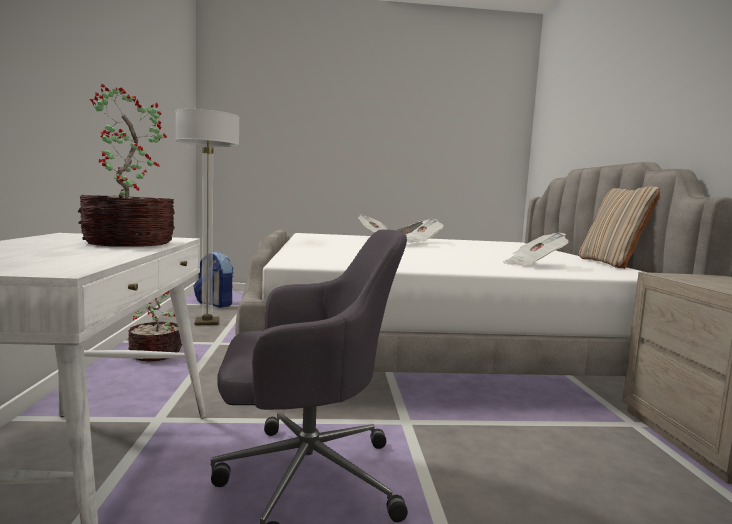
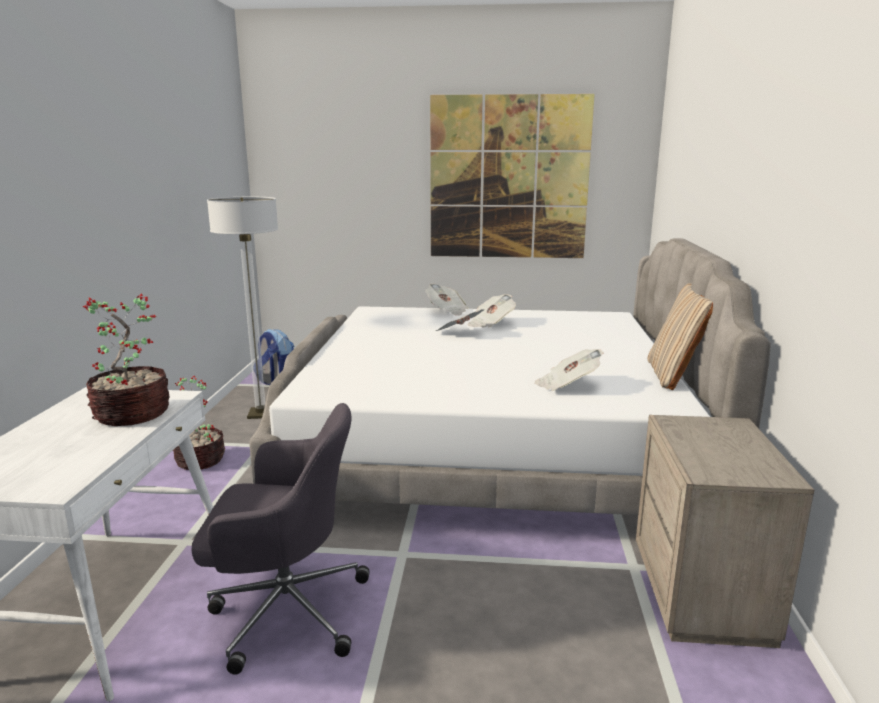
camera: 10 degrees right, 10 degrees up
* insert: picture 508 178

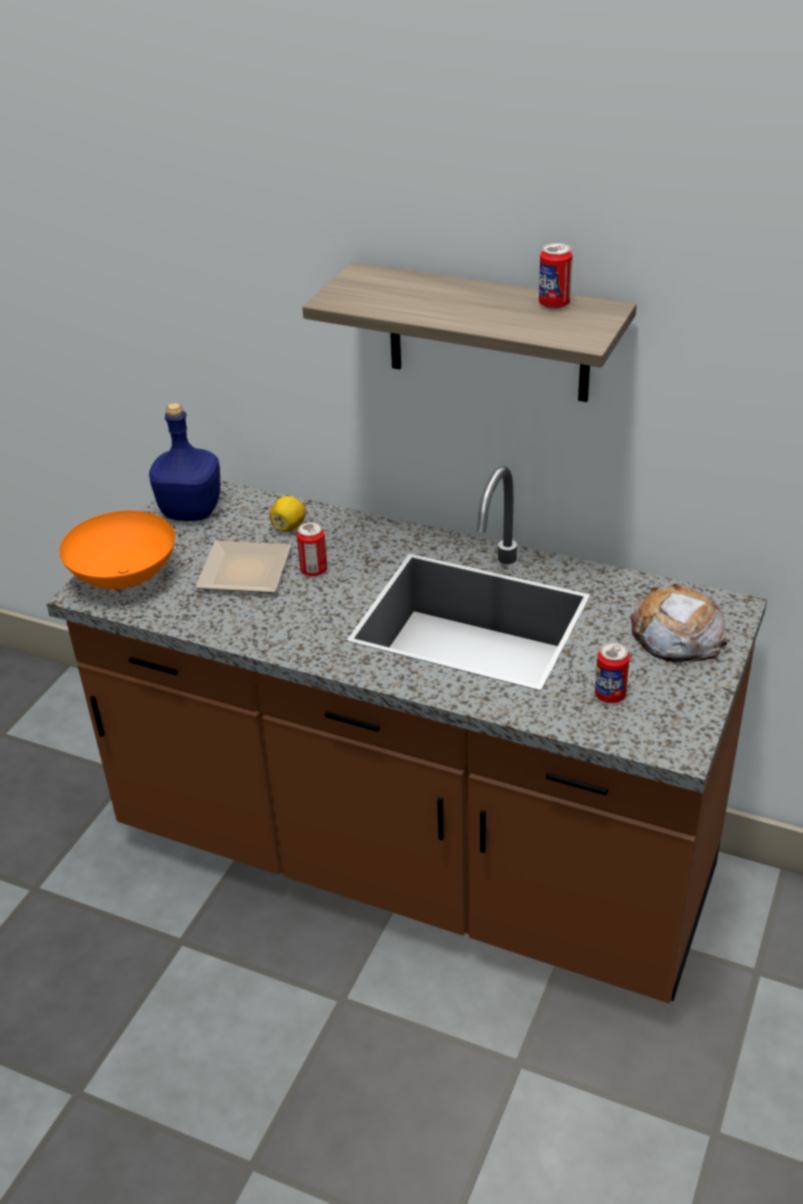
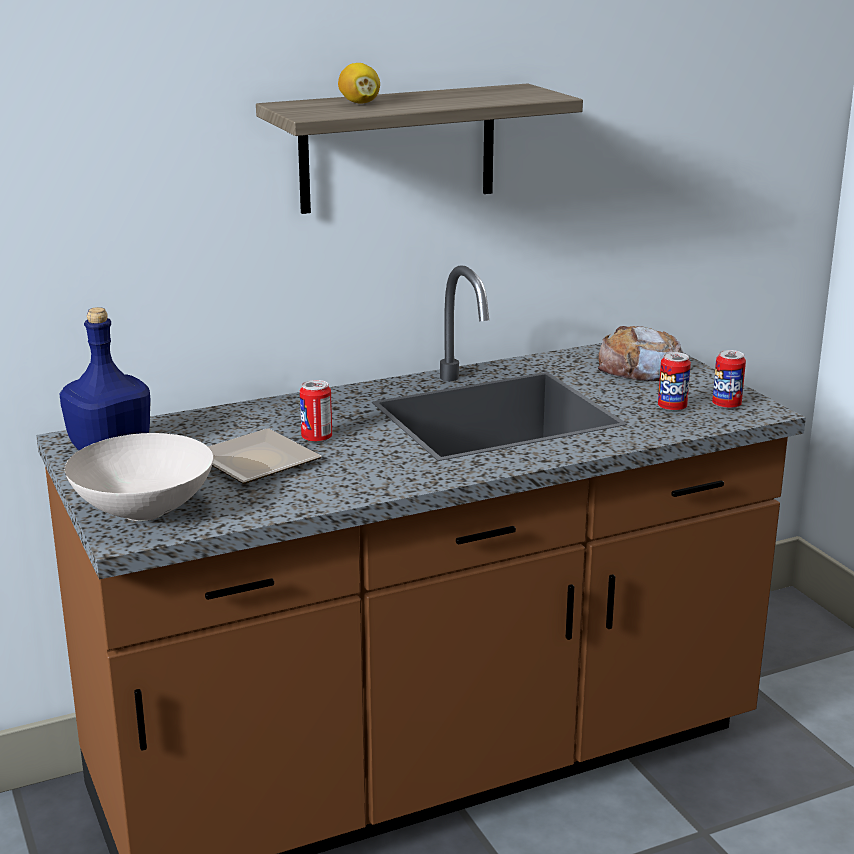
camera: 50 degrees left, 15 degrees down
* move: can 554 304 to 726 405
* move: citrus fruit 289 527 to 360 103
* recolor: orange serving bowl 124 578 to white serving bowl 145 512

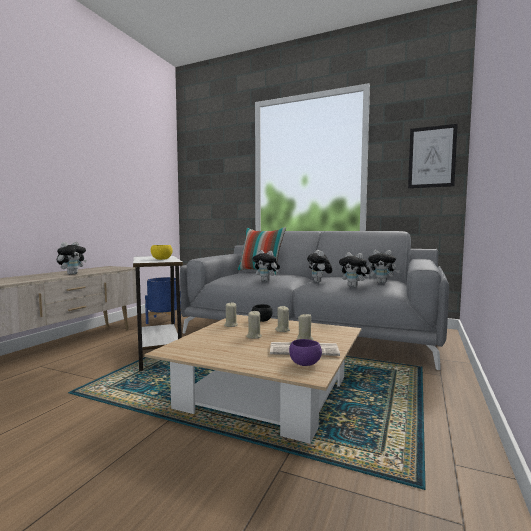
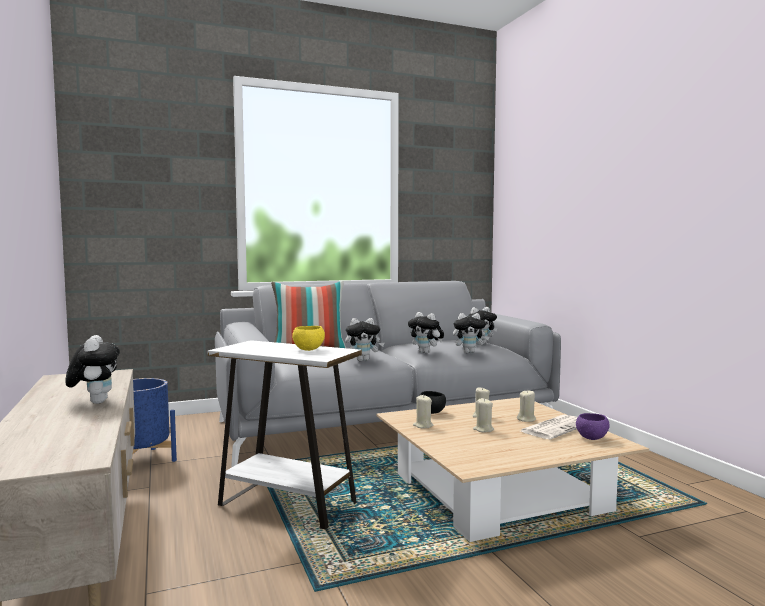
camera: 45 degrees left, 0 degrees up
* delete: picture 431 157

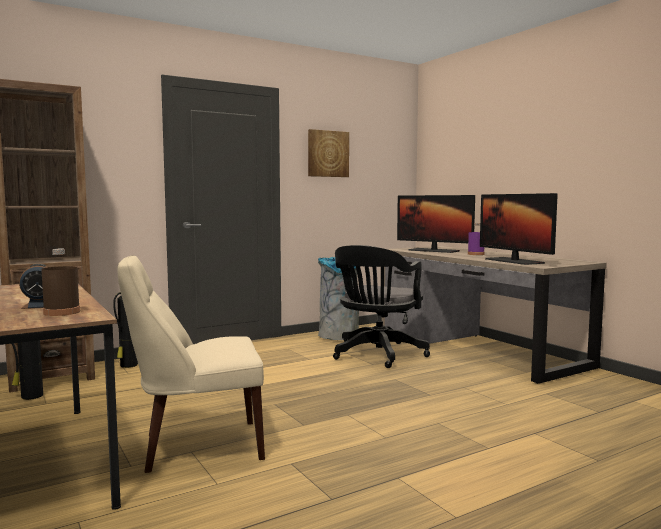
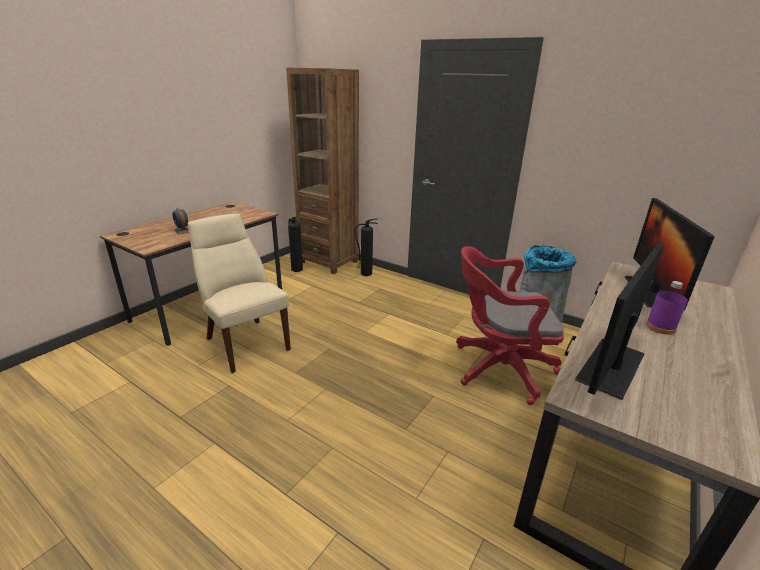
camera: 65 degrees right, 20 degrees up
* delete: picture 327 154
* recolor: blackish computer chair 377 355 to red-coloured computer chair 497 368
* delete: brown beverage bottle 62 312

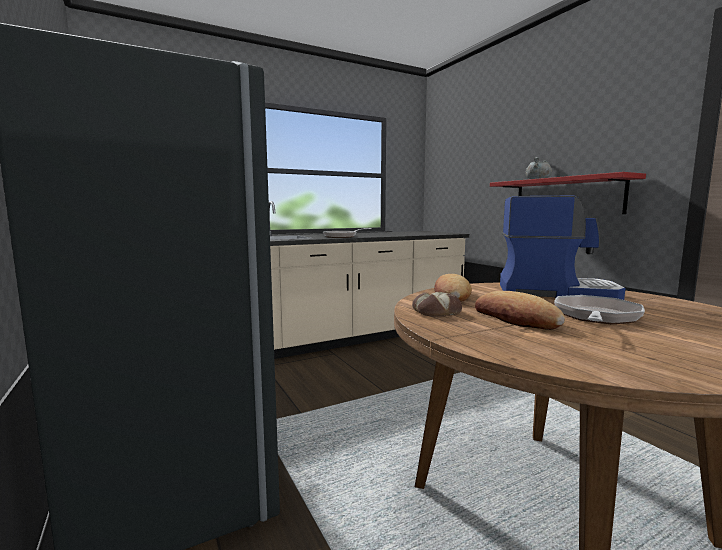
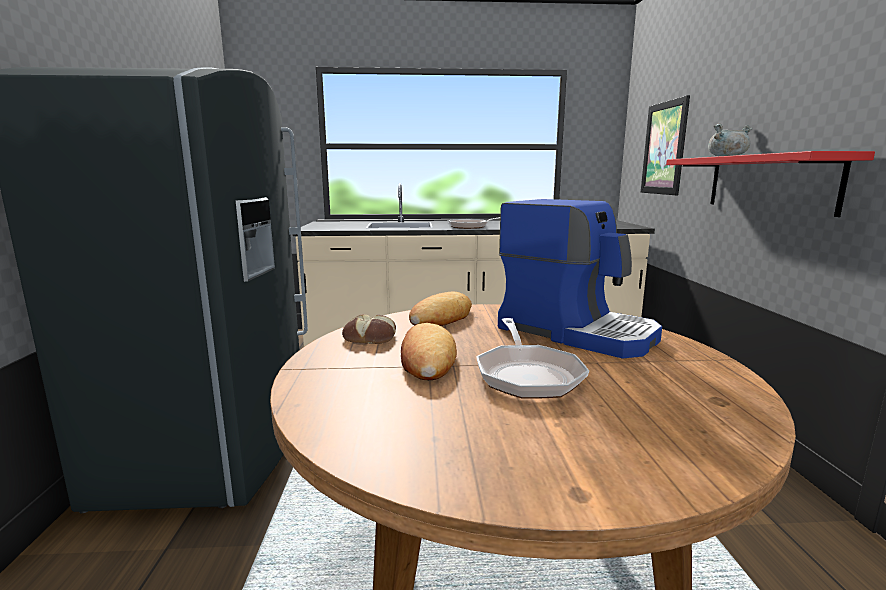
camera: 25 degrees right, 5 degrees up
* rotate: frying pan 596 317 = 527 374 120 degrees clockwise
* insert: picture 664 148

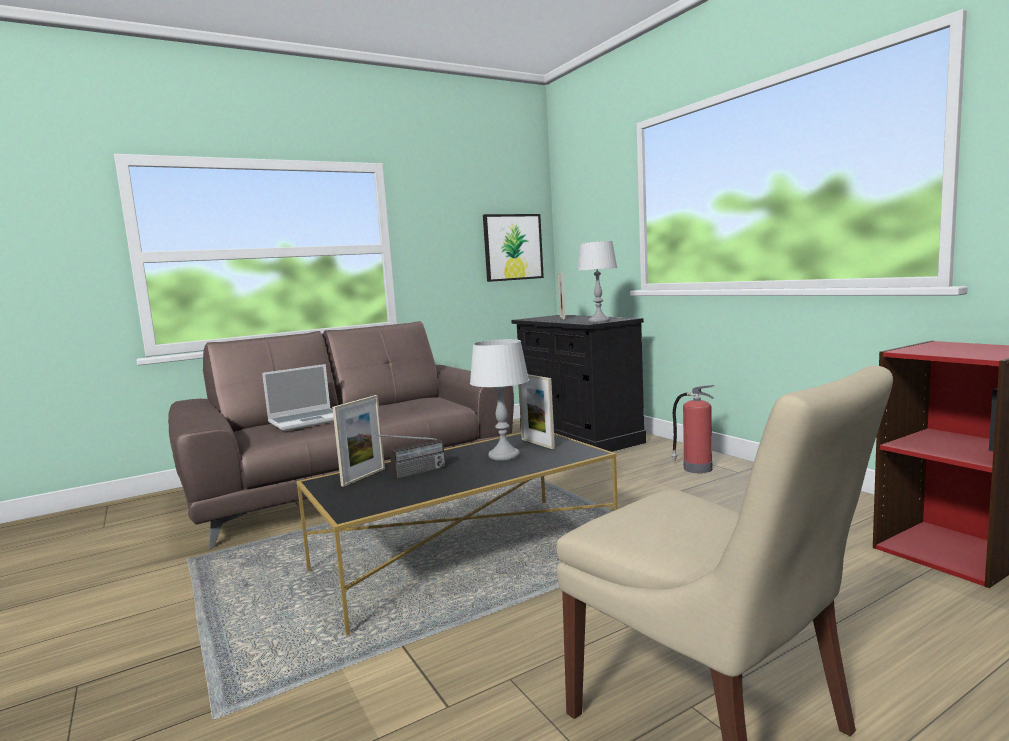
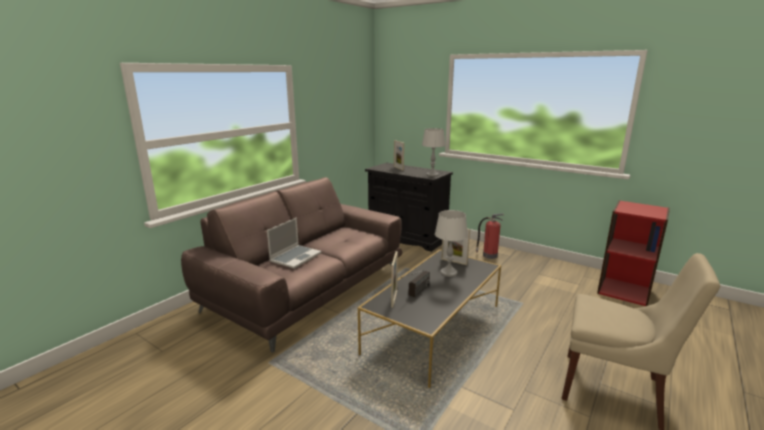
camera: 25 degrees left, 10 degrees up
* delete: picture 513 247

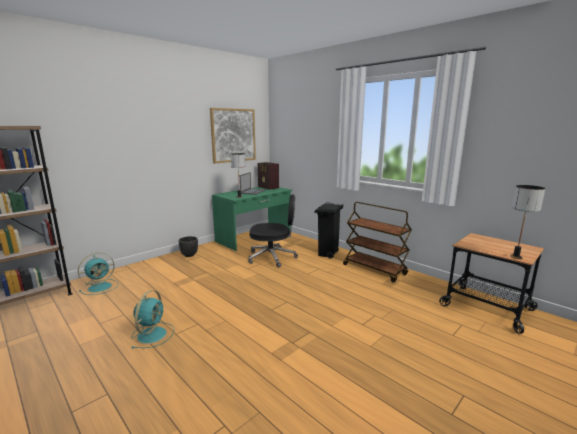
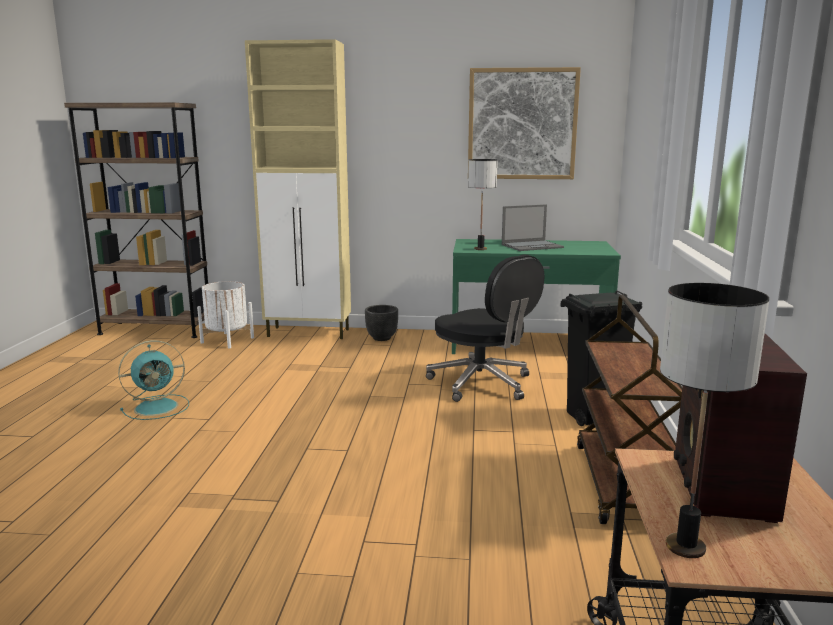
camera: 50 degrees right, 0 degrees up
* move: radio receiver 268 187 to 721 489
* replace: turquoise-coloured cooling fan 101 287 to white flower pot 227 340
* insert: beige-coloured cupboard 309 333

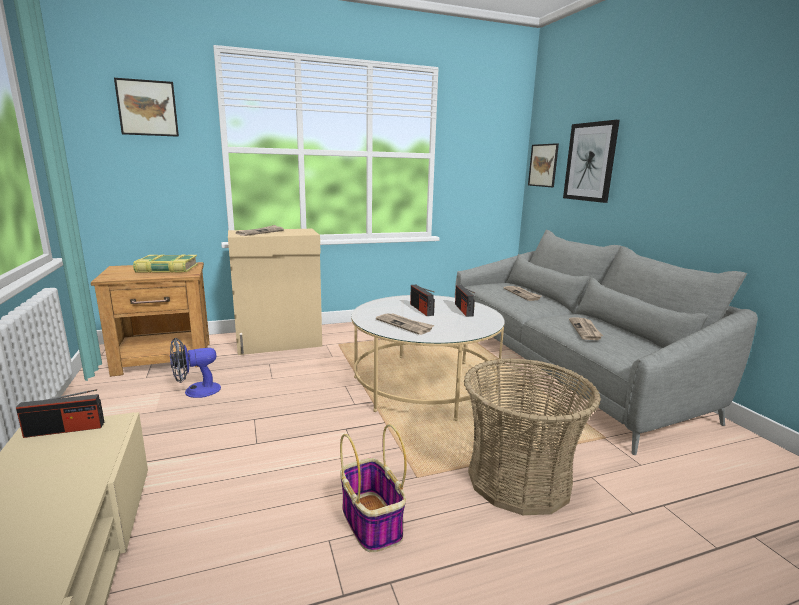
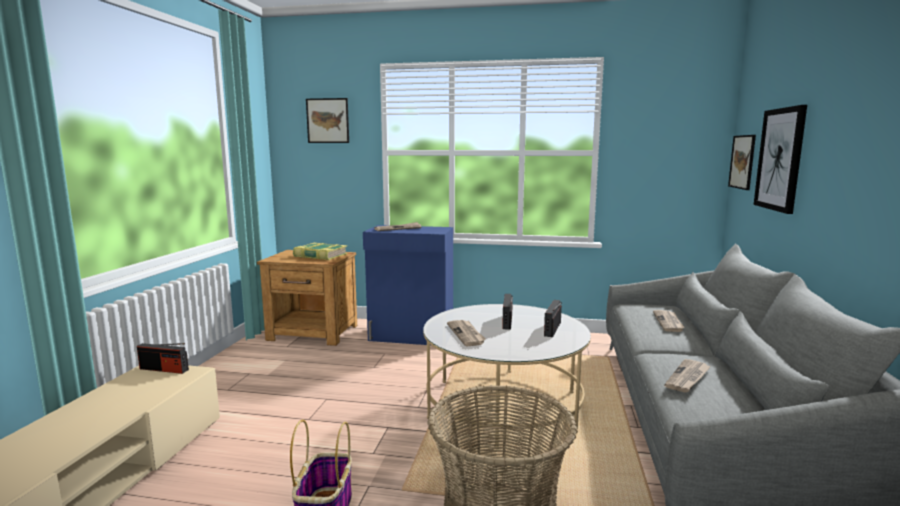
camera: 30 degrees right, 5 degrees down
* recolor: beige-coloured cupboard 279 343 to bluish cupboard 411 336
* delete: cooling fan 196 391

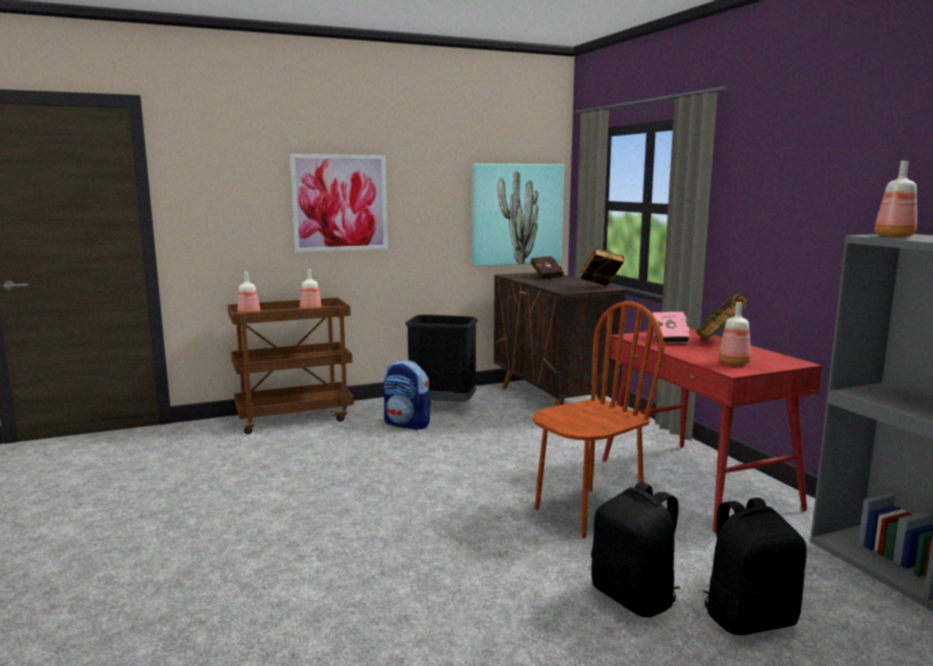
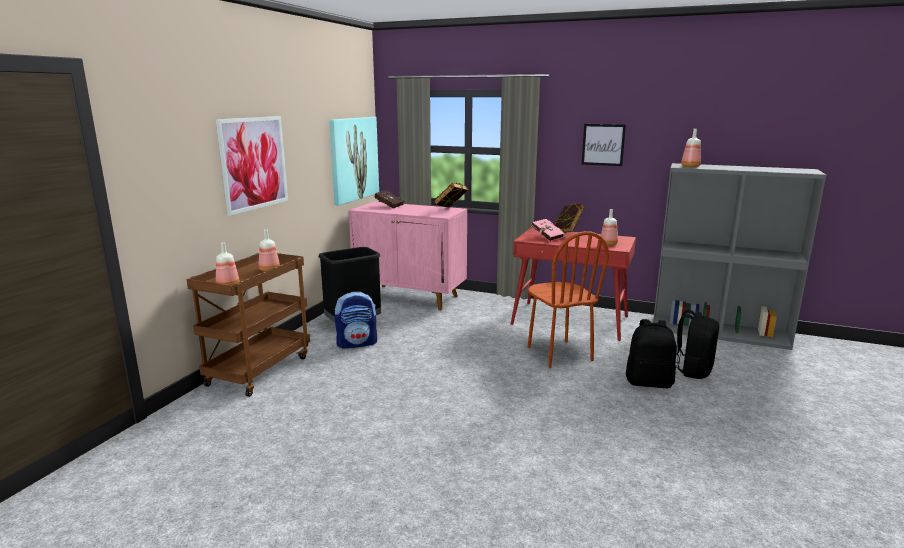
camera: 45 degrees left, 5 degrees up
* recolor: brown cupboard 552 400 to pinkish cupboard 411 297
* rotate: brown plain chair 588 512 = 559 354 150 degrees clockwise
* insert: picture 603 144

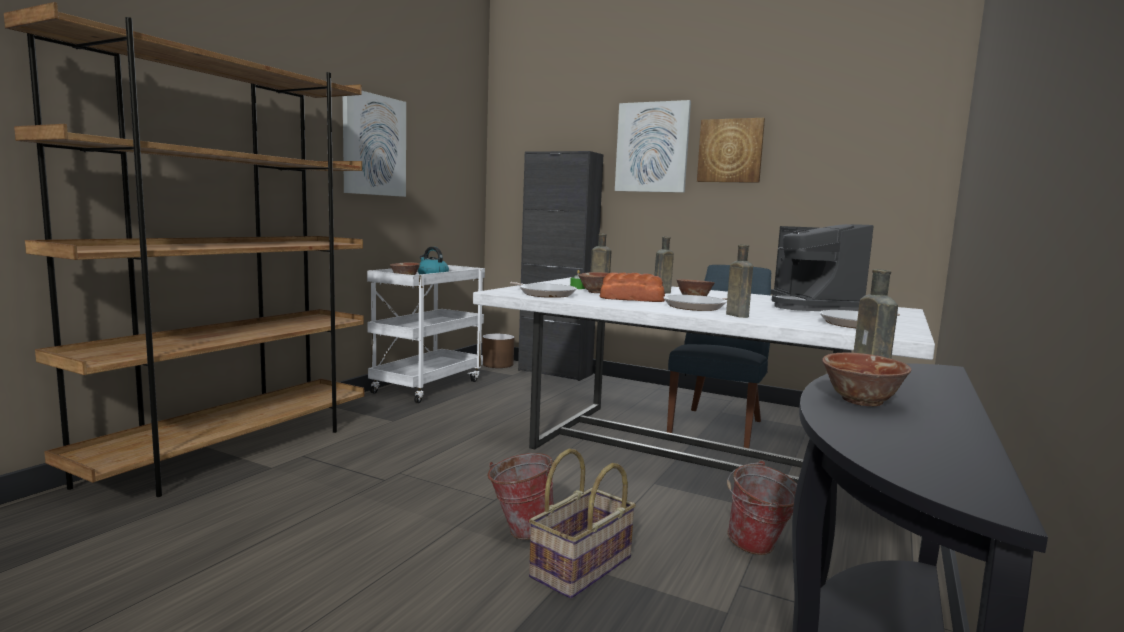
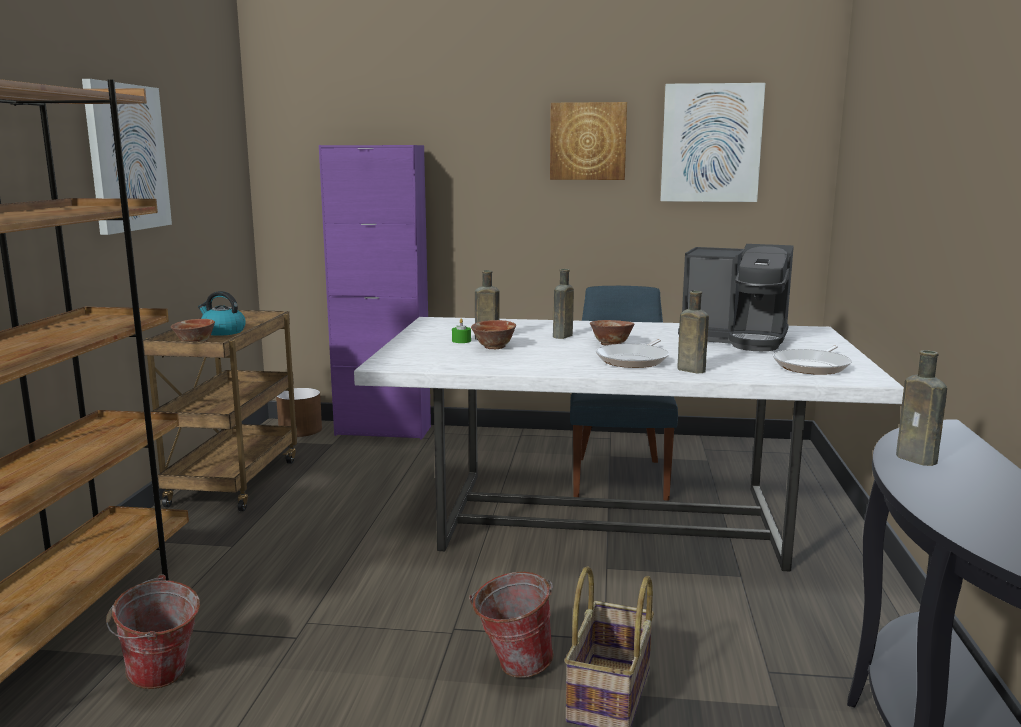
camera: 20 degrees left, 5 degrees up
* move: picture 652 147 to 711 143
* recolor: blackish cupboard 555 372 to purplish cupboard 383 431
* rotate: coffee maker 812 306 = 736 339 45 degrees counterclockwise
* recolor: white trolley 428 386 to brown trolley 234 481
* delete: bread 632 299
* delete: frying pan 545 294
* delete: serving bowl 861 401
* move: water bucket 757 549 to 161 681

